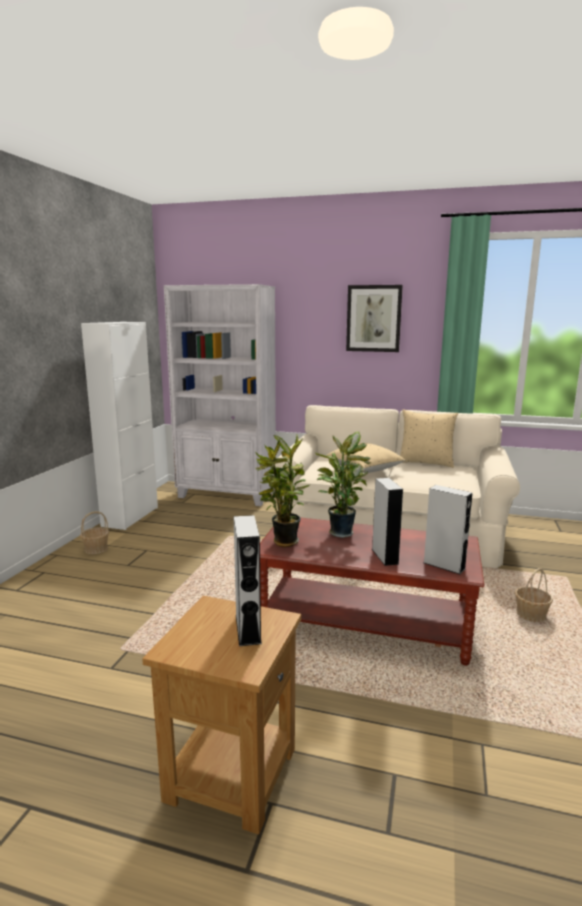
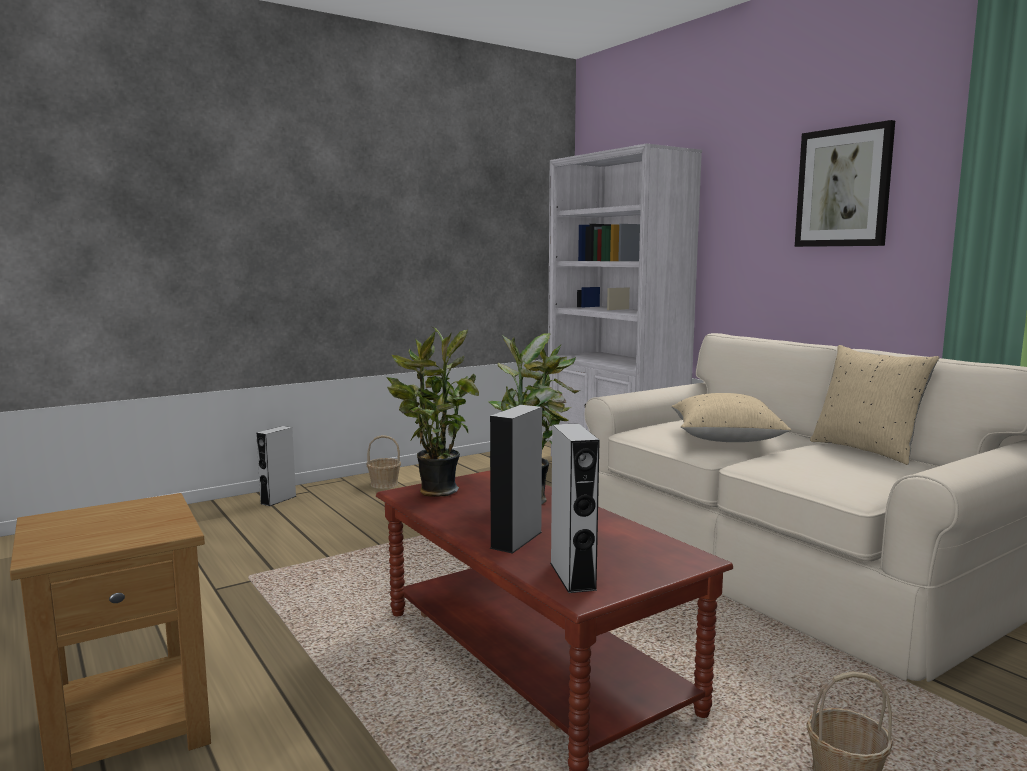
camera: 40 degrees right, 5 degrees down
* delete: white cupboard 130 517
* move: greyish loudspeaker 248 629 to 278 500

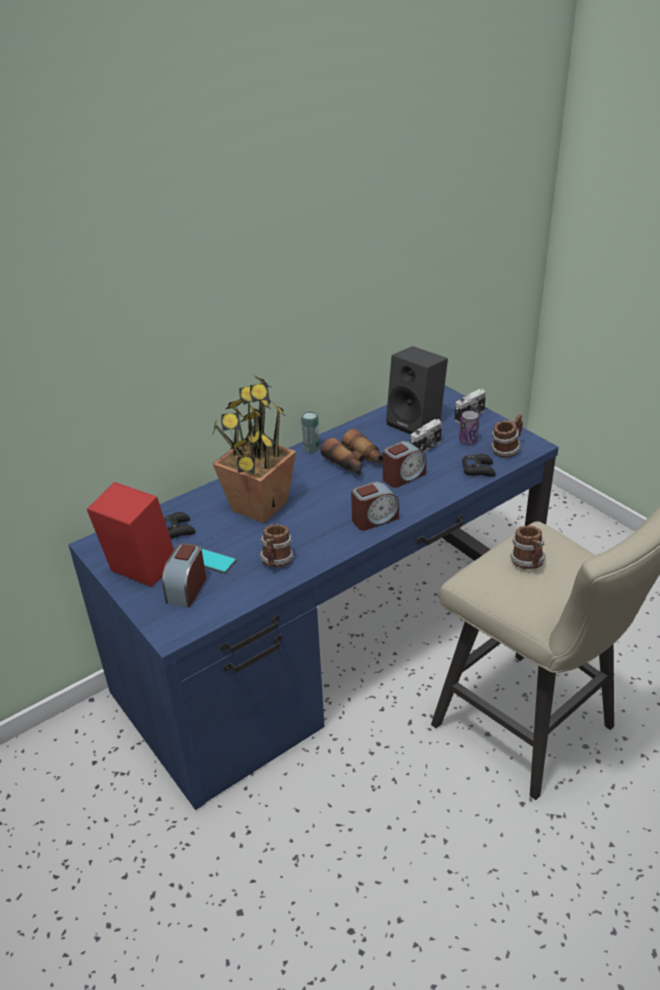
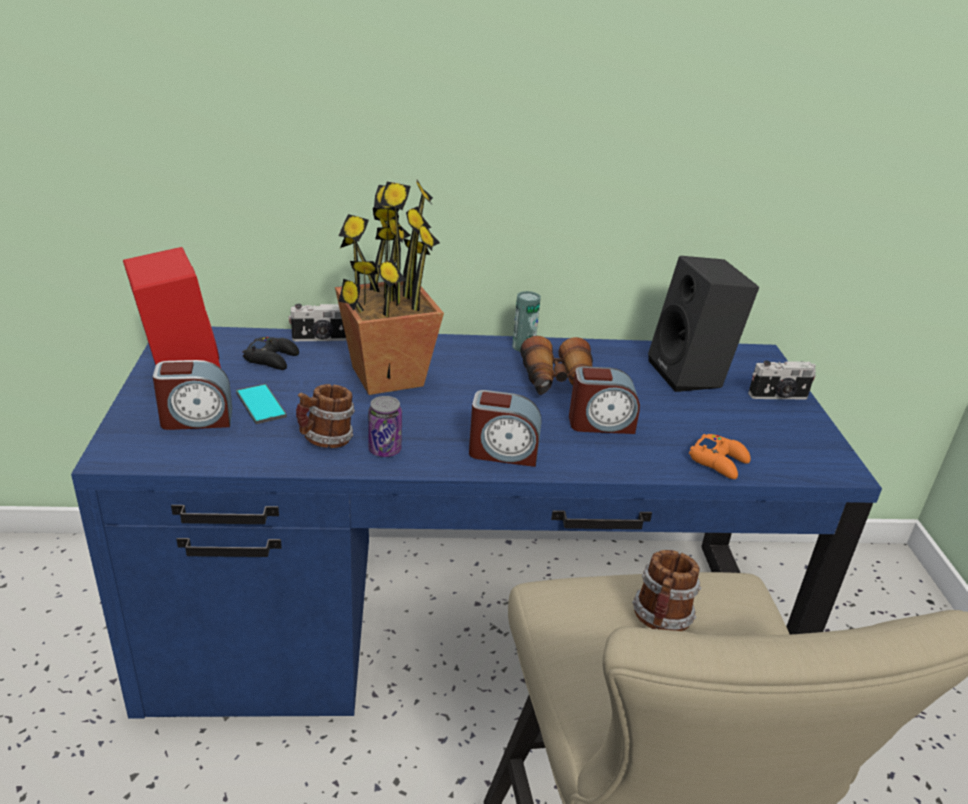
camera: 30 degrees right, 5 degrees down
* move: can 468 441 to 385 450
* delete: coffee mug 506 450
* move: still camera 426 447 to 321 339
* recolor: blackish game controller 479 469 to orange game controller 719 461
* rotate: bedside clock 186 589 = 196 419 150 degrees counterclockwise

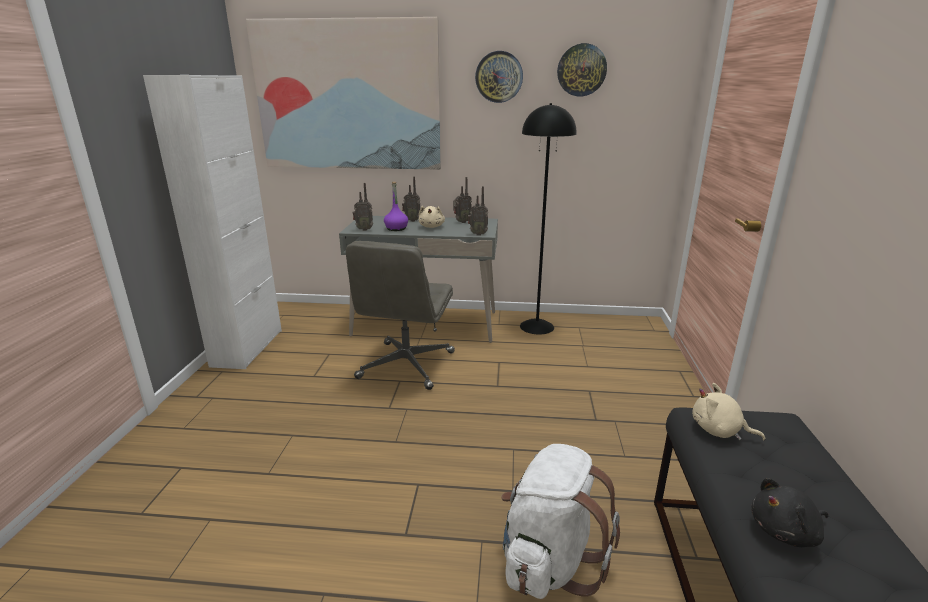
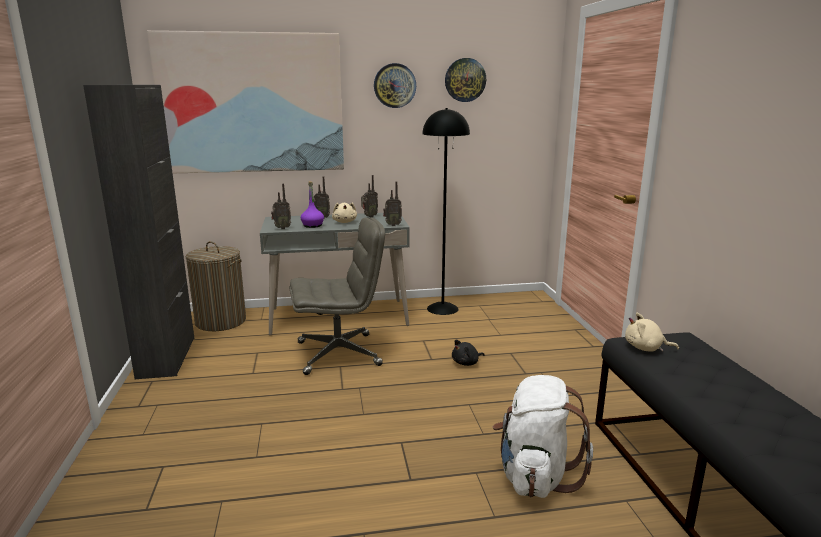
camera: 15 degrees left, 5 degrees down
* recolor: white cupboard 247 348 to blackish cupboard 166 357
* rotate: greyish computer chair 406 366 = 339 353 105 degrees counterclockwise
* move: blackish plush toy 786 531 to 466 363
* insert: laundry basket 221 321

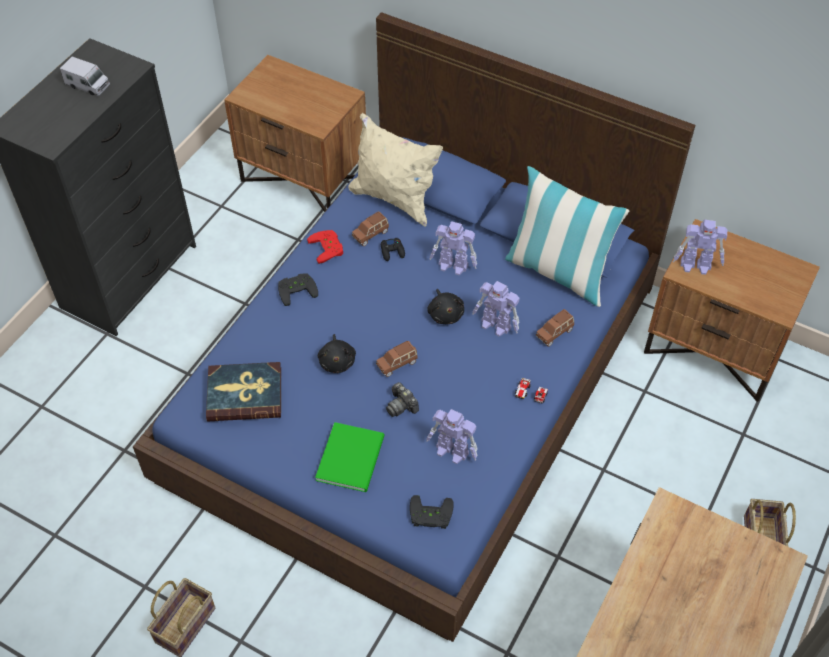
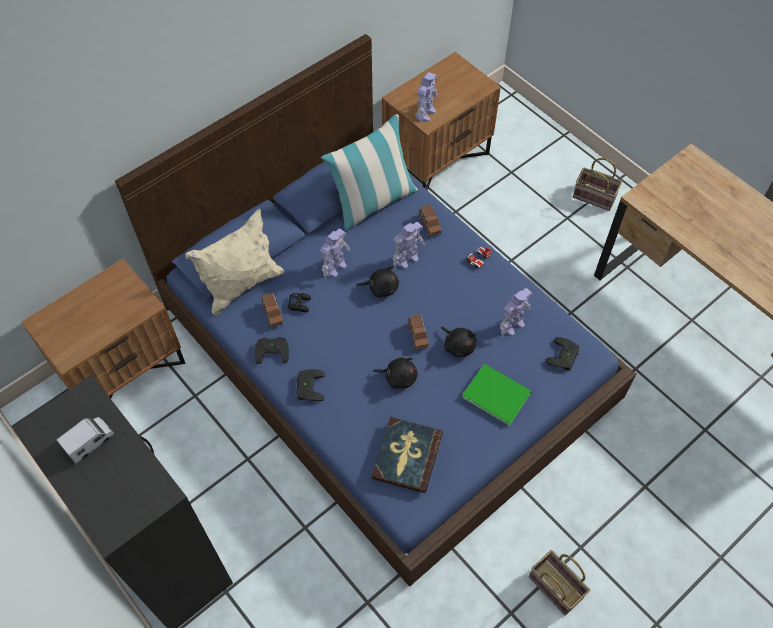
camera: 70 degrees left, 5 degrees up
* recolor: red-coloured game controller 328 248 to blackish game controller 272 350
* replace: still camera 401 406 to blackish plush toy 458 345

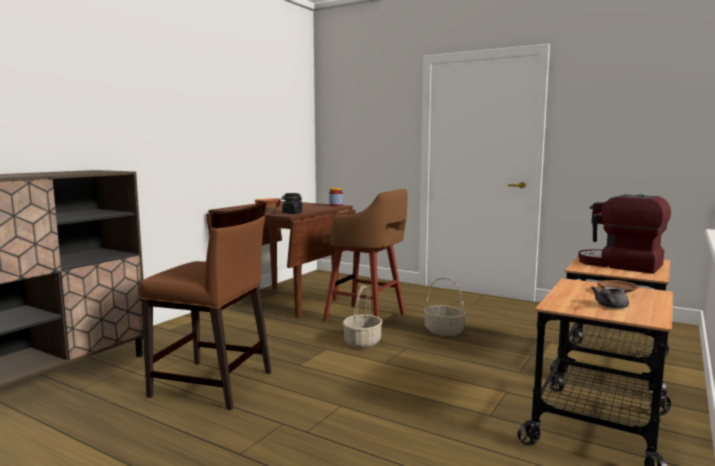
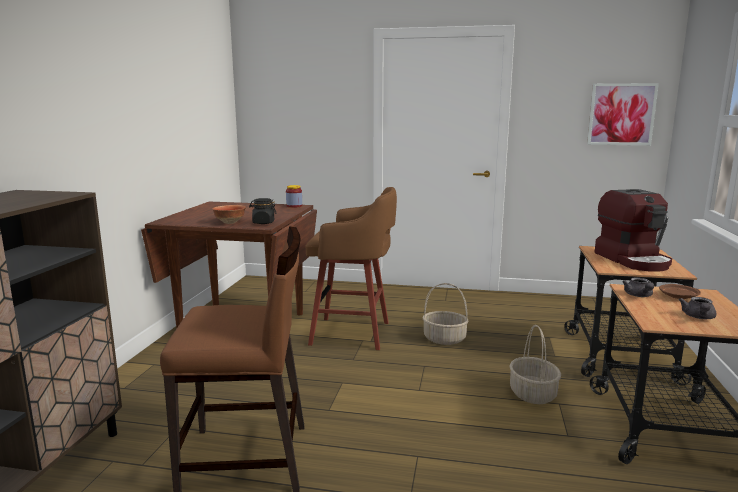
camera: 20 degrees left, 5 degrees up
* rotate: coffee maker 620 265 = 633 260 120 degrees counterclockwise
* move: storage basket 362 342 to 532 394
* insert: picture 621 114
* insert: greyish pot for tea 639 296

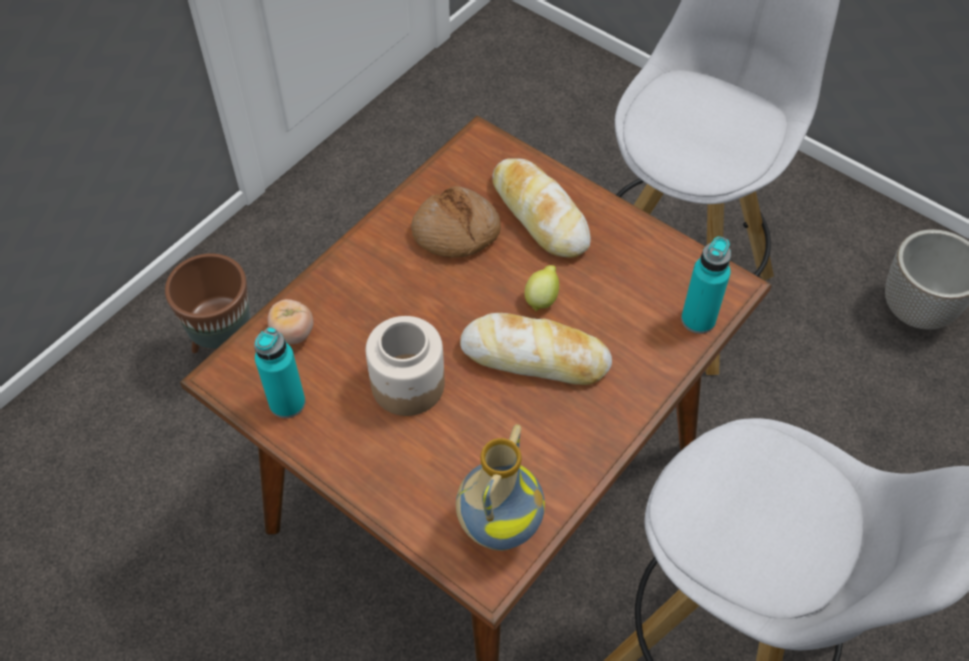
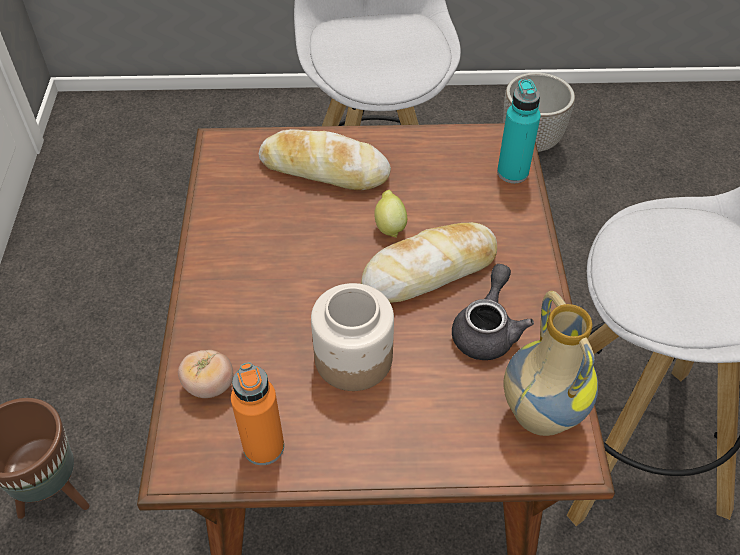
camera: 40 degrees left, 5 degrees down
* delete: bread 456 232
* recolor: turquoise-coloured beverage bottle 287 403 to orange beverage bottle 263 447
* insert: greyish pot for tea 487 330

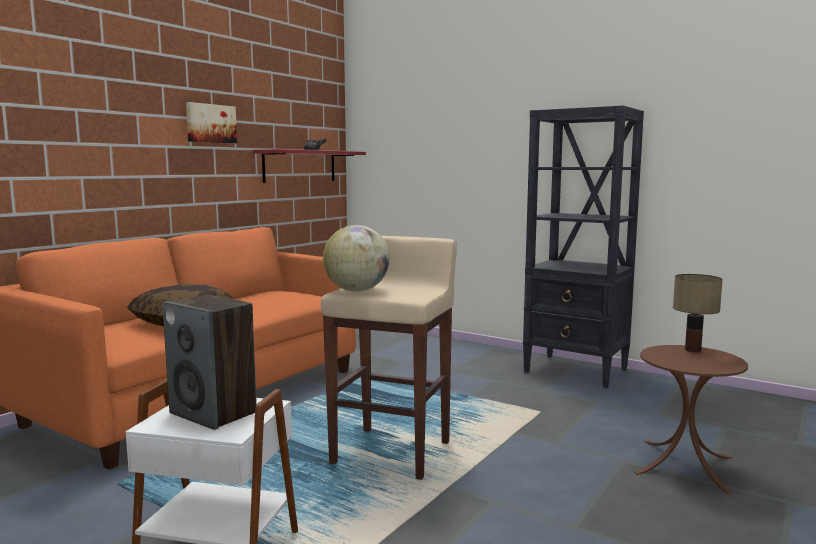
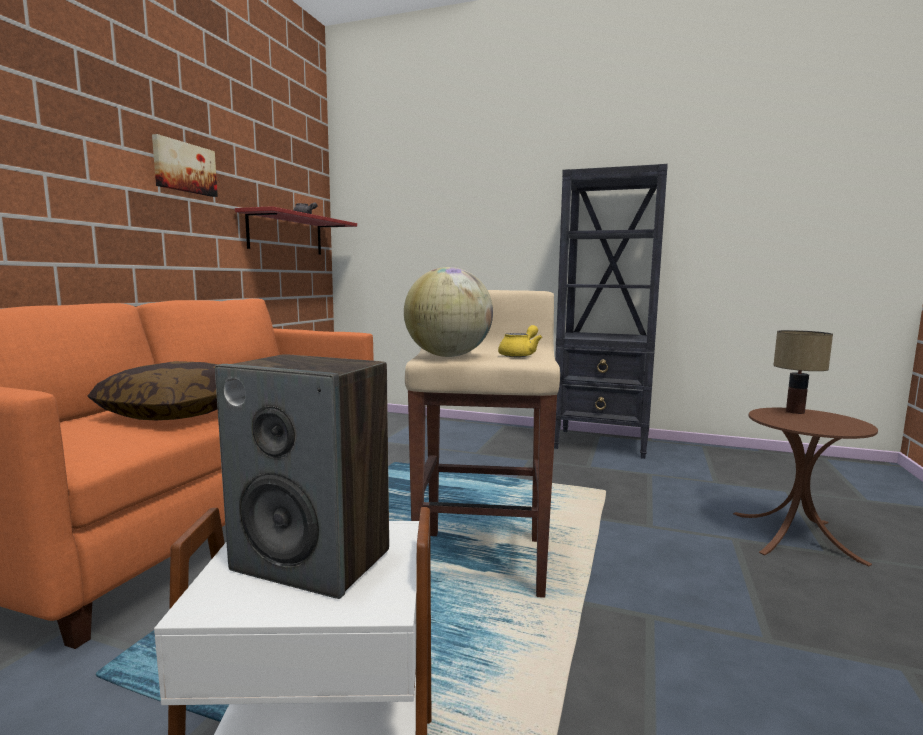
camera: 15 degrees left, 0 degrees up
* insert: yellow-coloured pot for tea 520 355

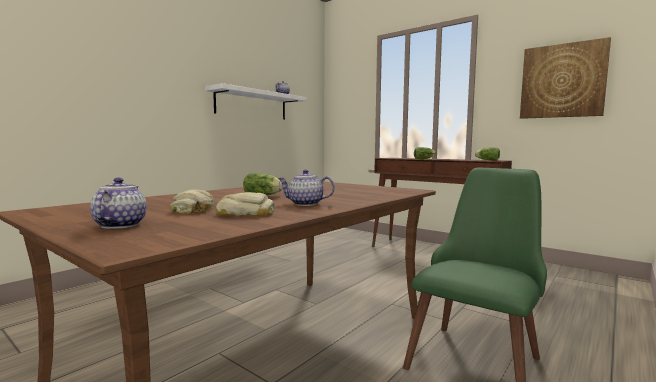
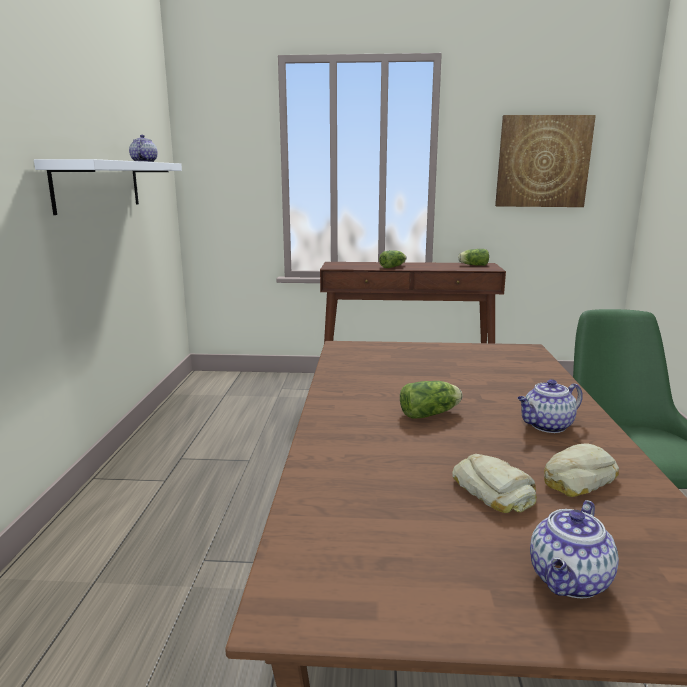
camera: 35 degrees left, 10 degrees up
* rotate: pot for tea 120 225 = 569 581 105 degrees counterclockwise

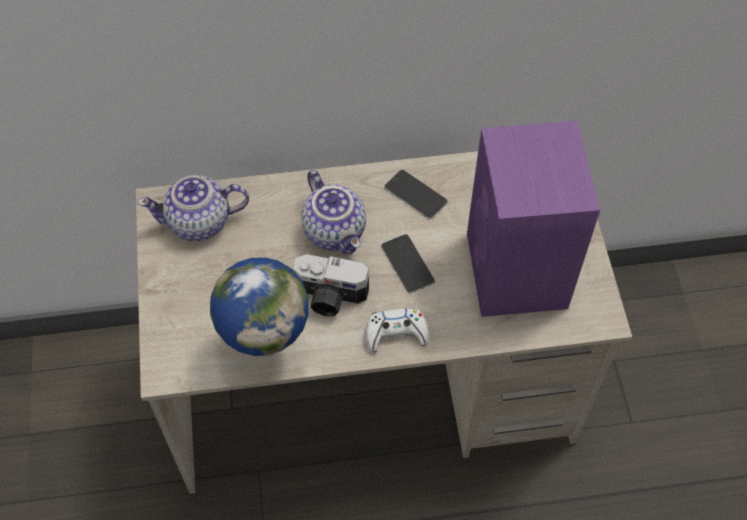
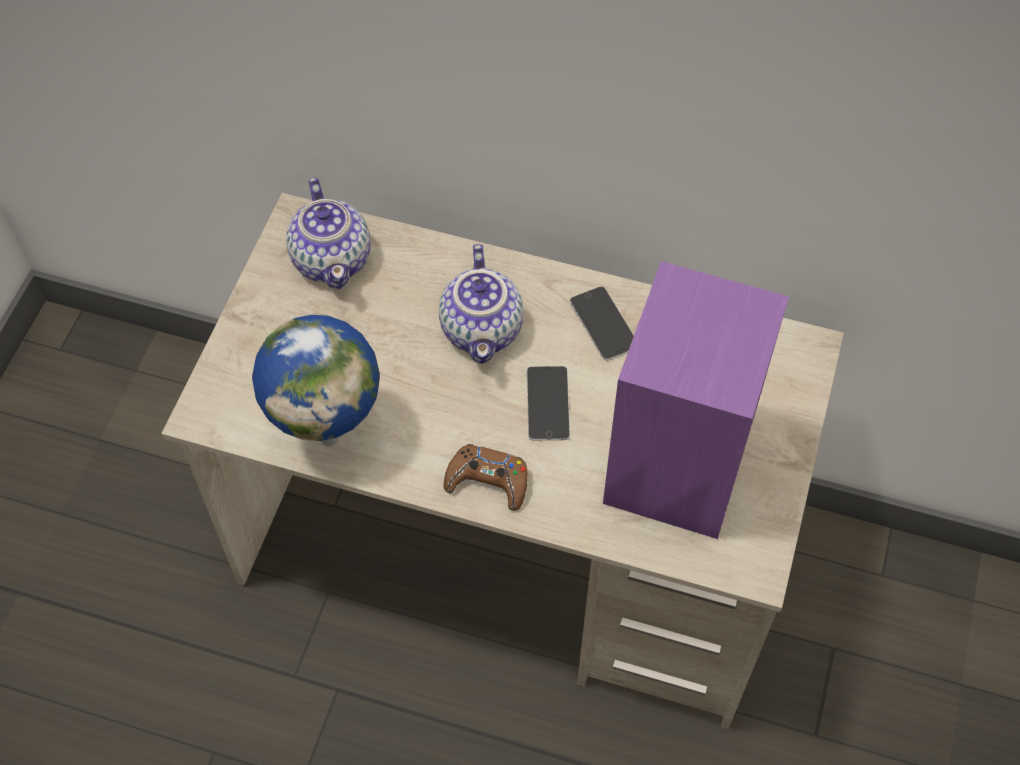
camera: 25 degrees right, 0 degrees up
* rotate: pot for tea 200 222 = 332 259 120 degrees counterclockwise
* delete: still camera 329 297
* recolor: white game controller 396 334 to brown game controller 488 482

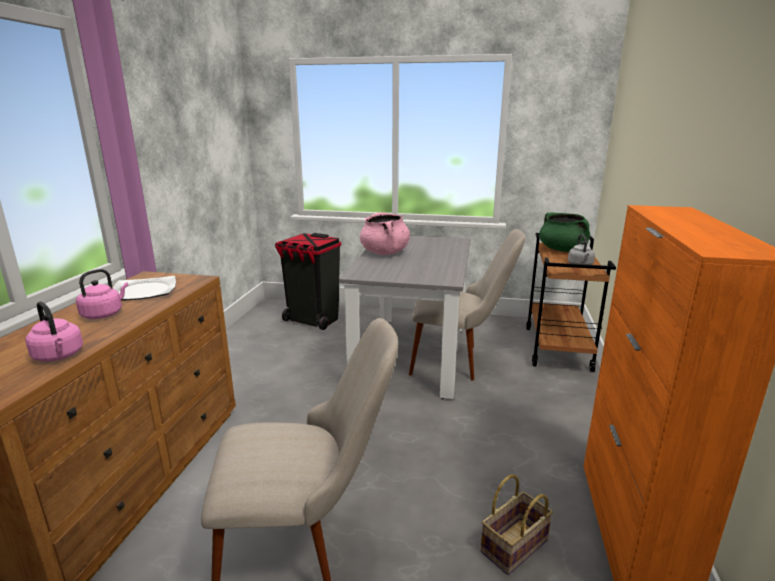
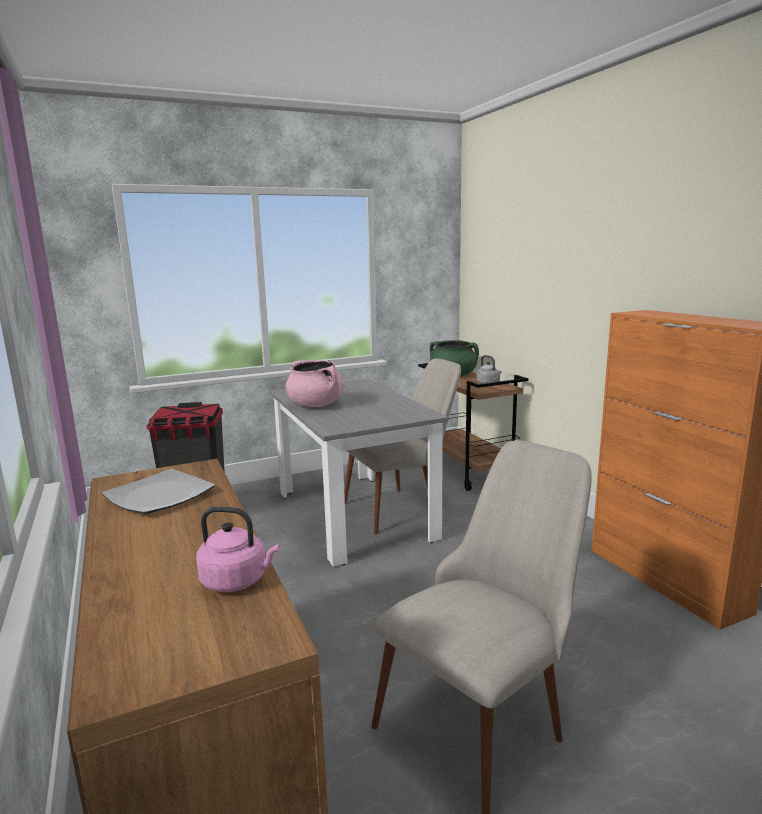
camera: 35 degrees left, 5 degrees down
* delete: pinkish water kettle 104 314
* delete: storage basket 514 548

